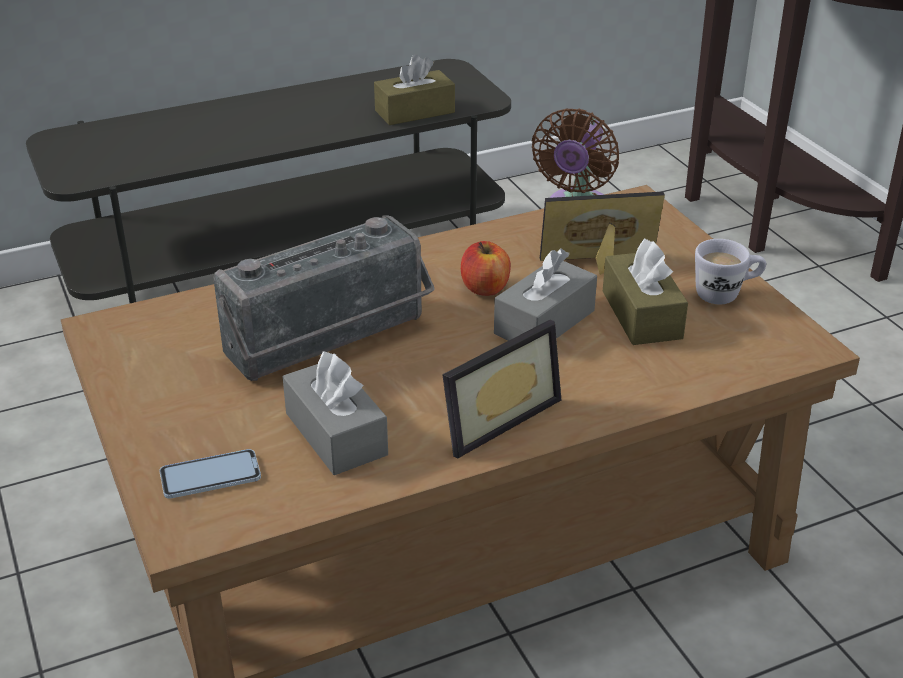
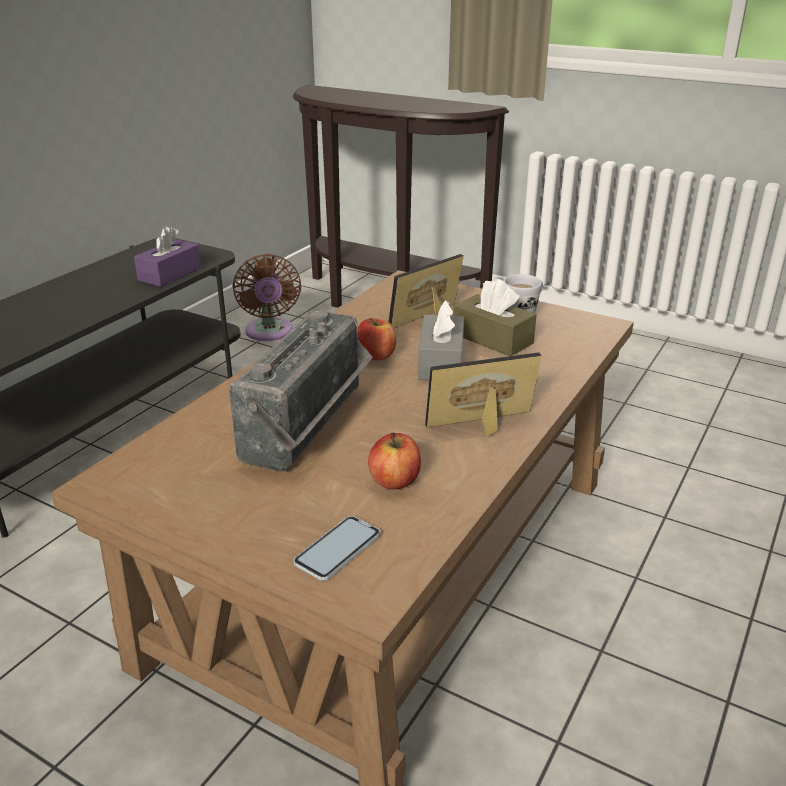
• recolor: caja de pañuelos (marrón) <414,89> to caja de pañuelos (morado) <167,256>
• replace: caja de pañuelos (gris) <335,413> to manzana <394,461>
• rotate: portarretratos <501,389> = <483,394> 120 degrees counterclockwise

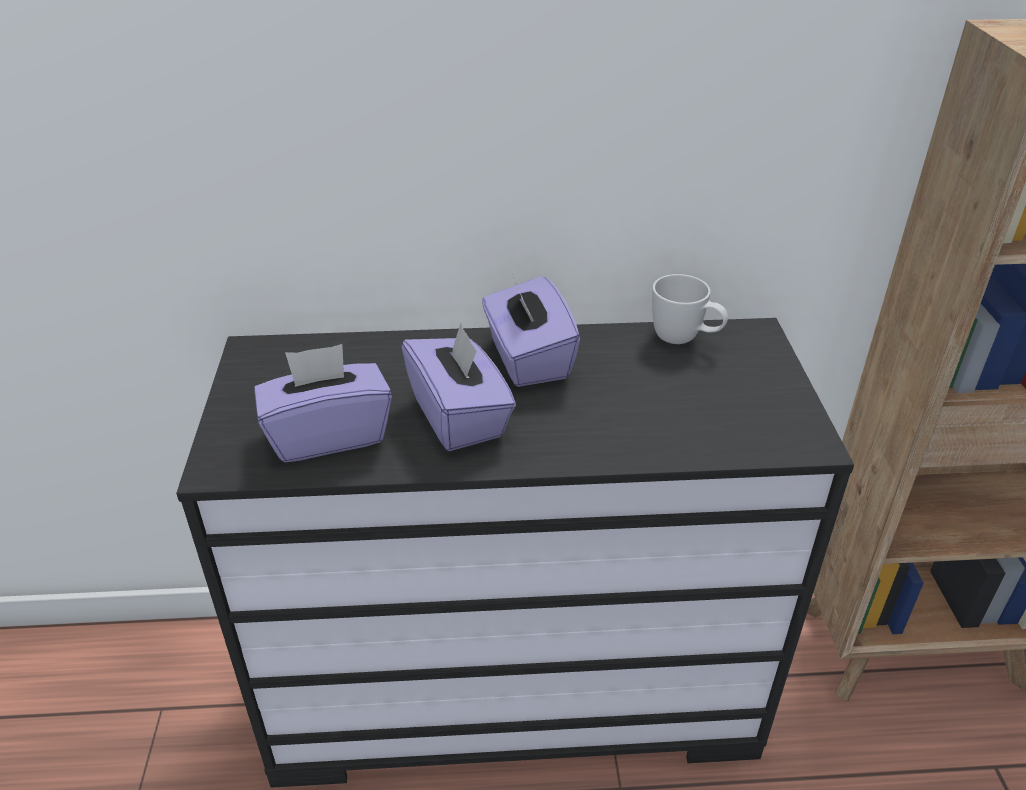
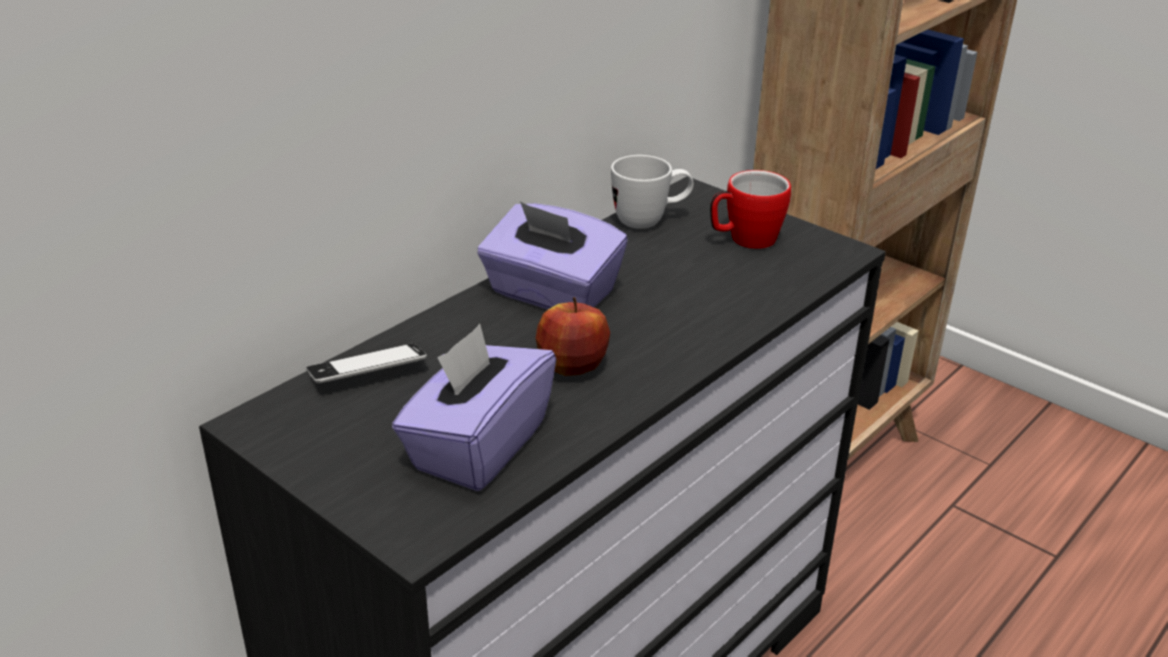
• insert: móvil <366,363>
• replace: caja de pañuelos (morado) <458,387> to manzana <573,336>
• insert: taza grande <750,209>

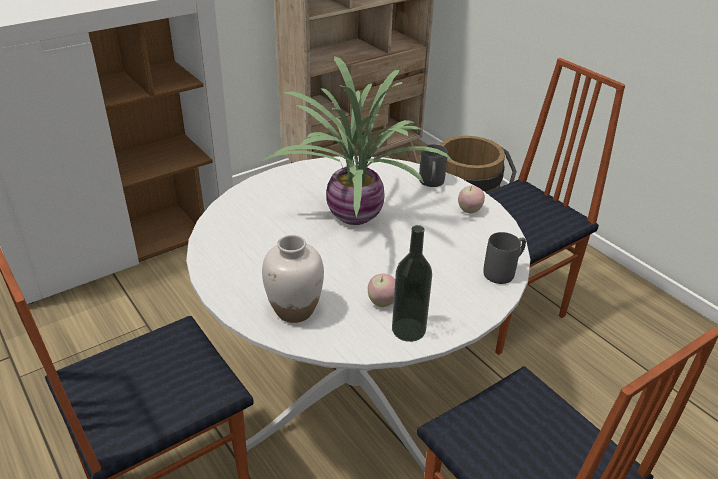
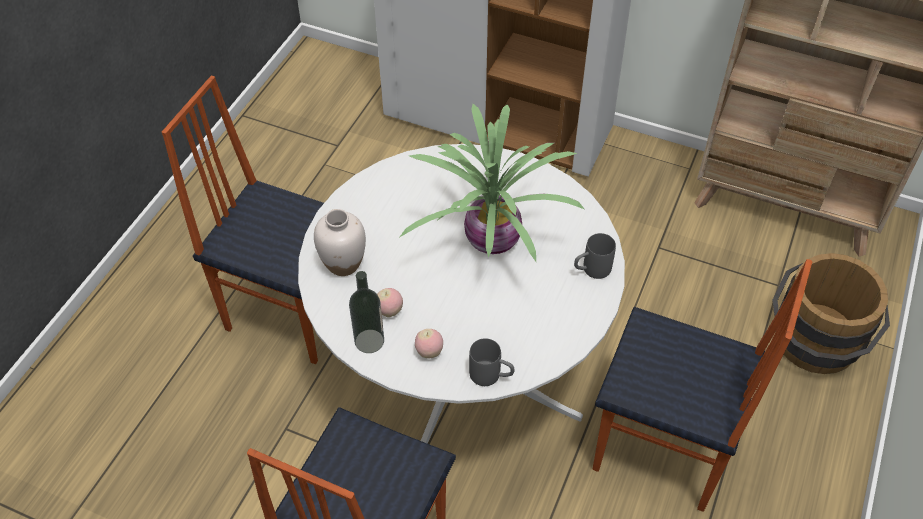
• move: manzana <471,199> to <429,343>

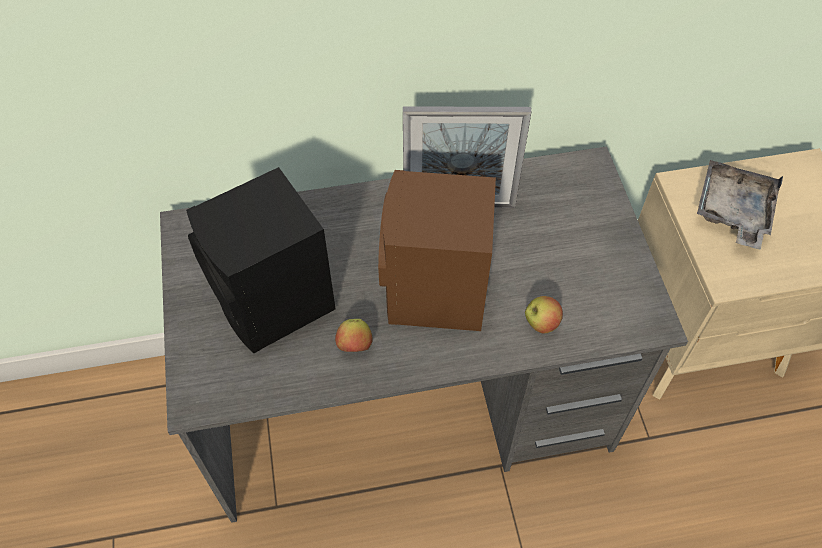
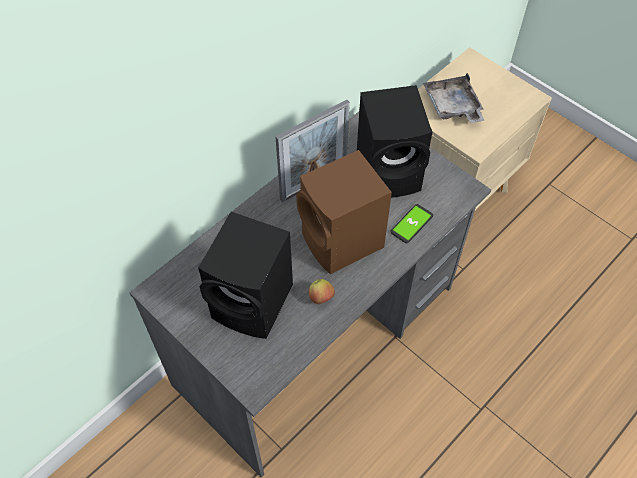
• insert: altavoz (negro) <394,141>
• replace: manzana <544,314> to móvil <411,223>

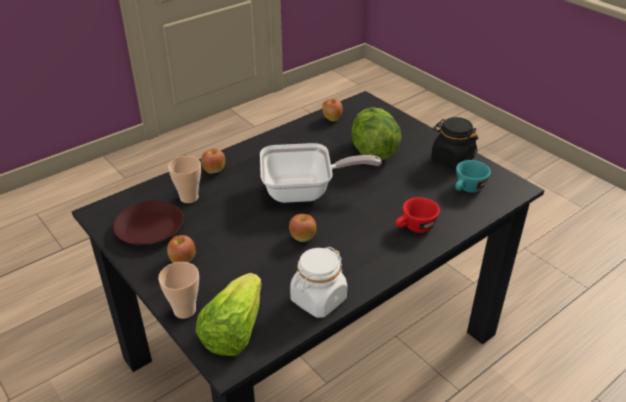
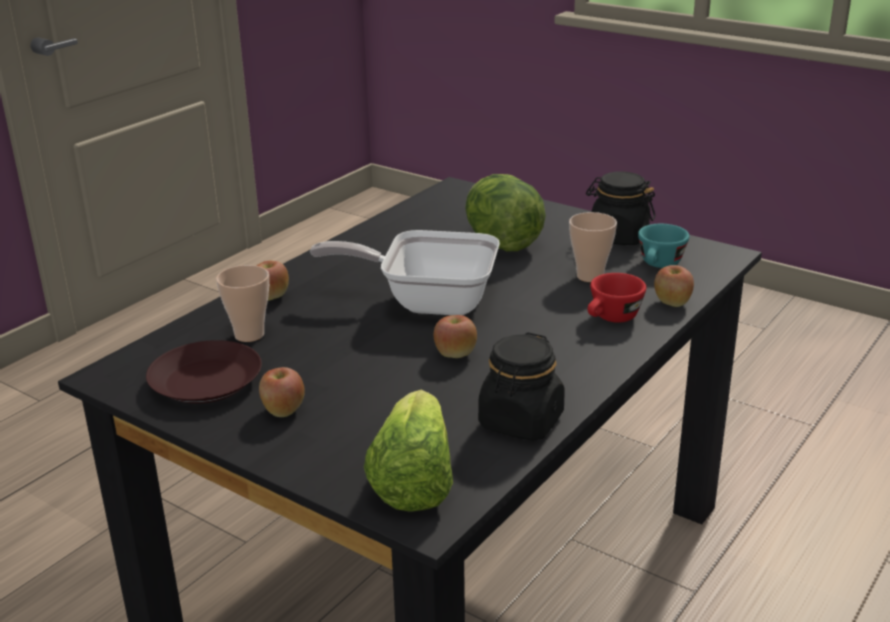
• rotate: sartén <321,173> = <405,272> 150 degrees counterclockwise
• recolor: tarro (blanco) <318,282> to tarro (negro) <521,386>
• move: taza <178,290> to <593,247>
• move: manzana <332,109> to <674,286>

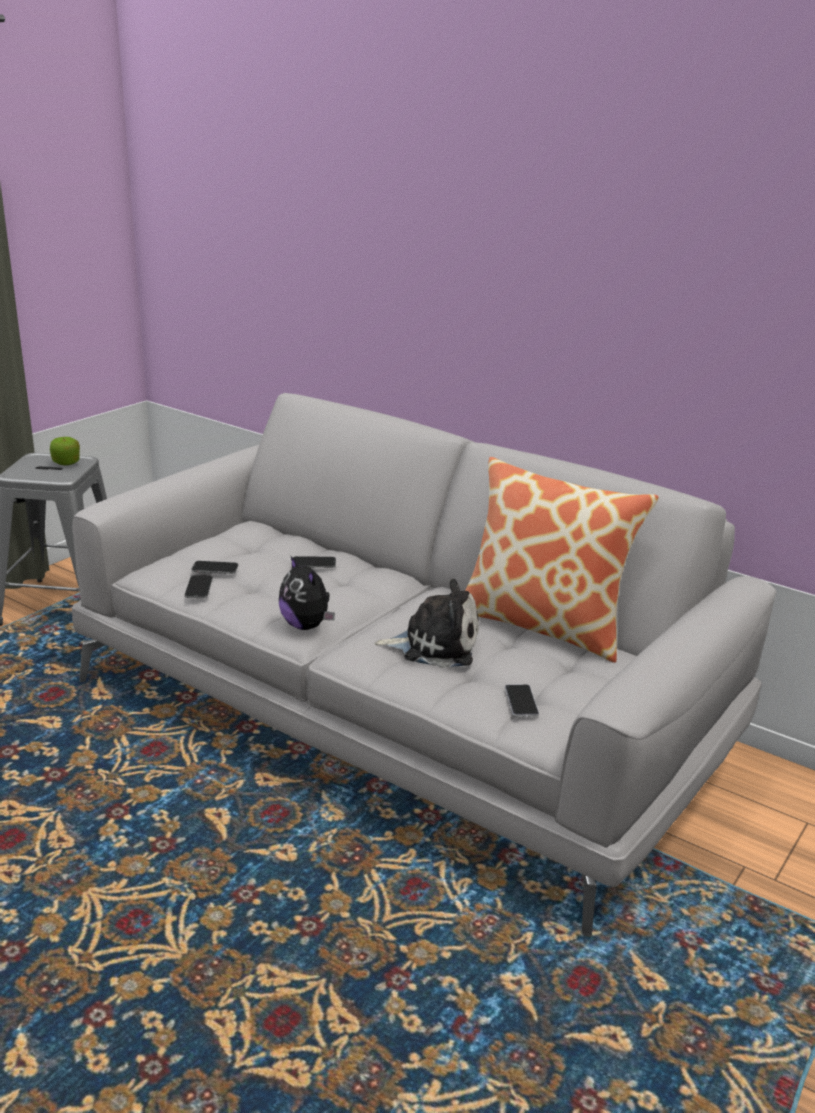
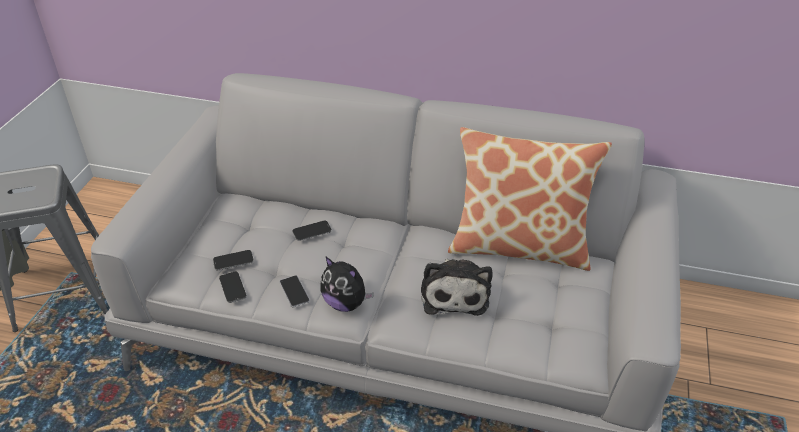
• move: móvil <522,701> to <294,291>
• rotate: peluche <427,623> = <457,287> 105 degrees clockwise
• delete: manzana <65,451>

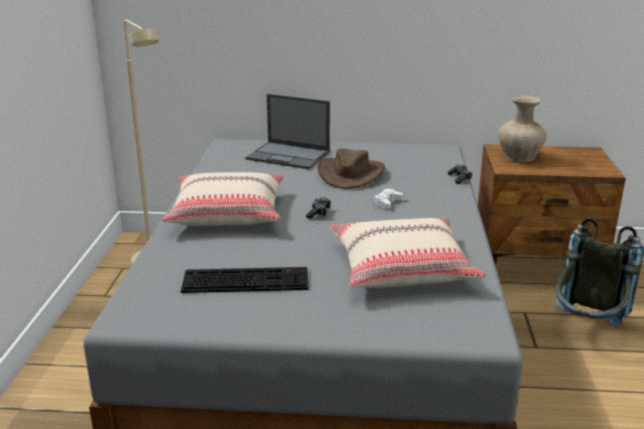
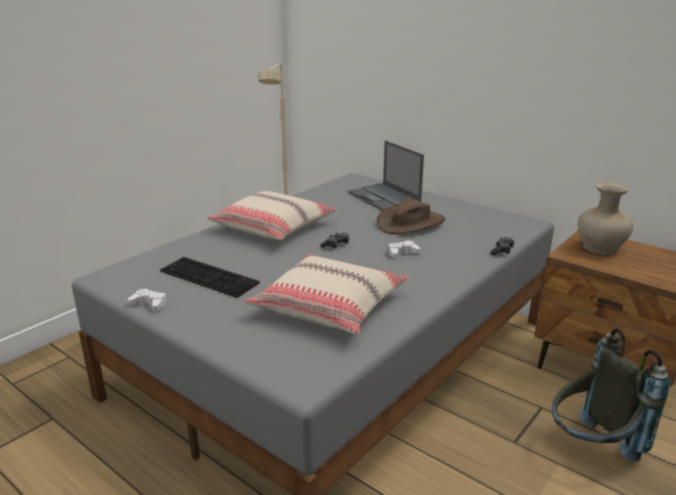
• insert: mando de consola (blanco) <147,300>

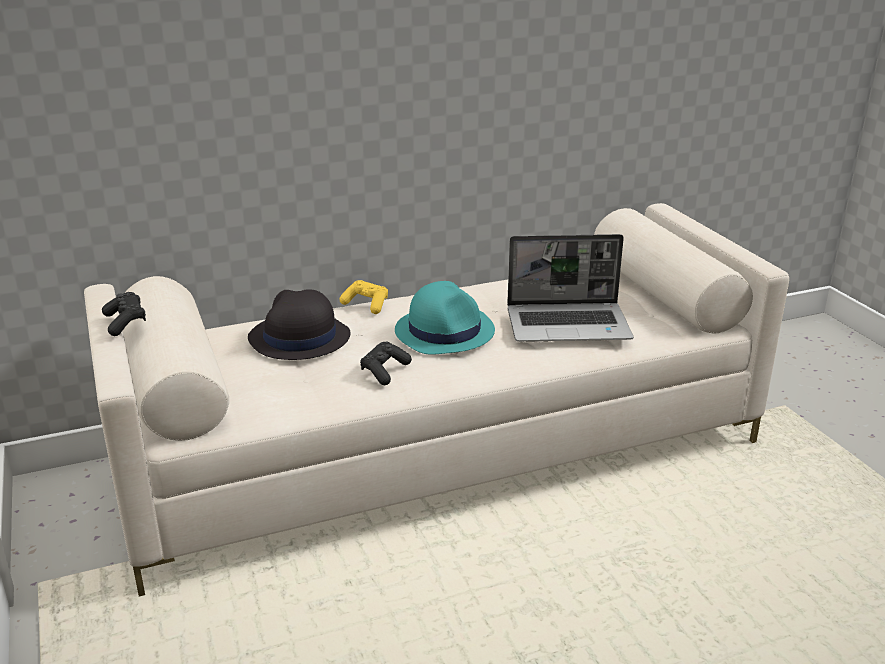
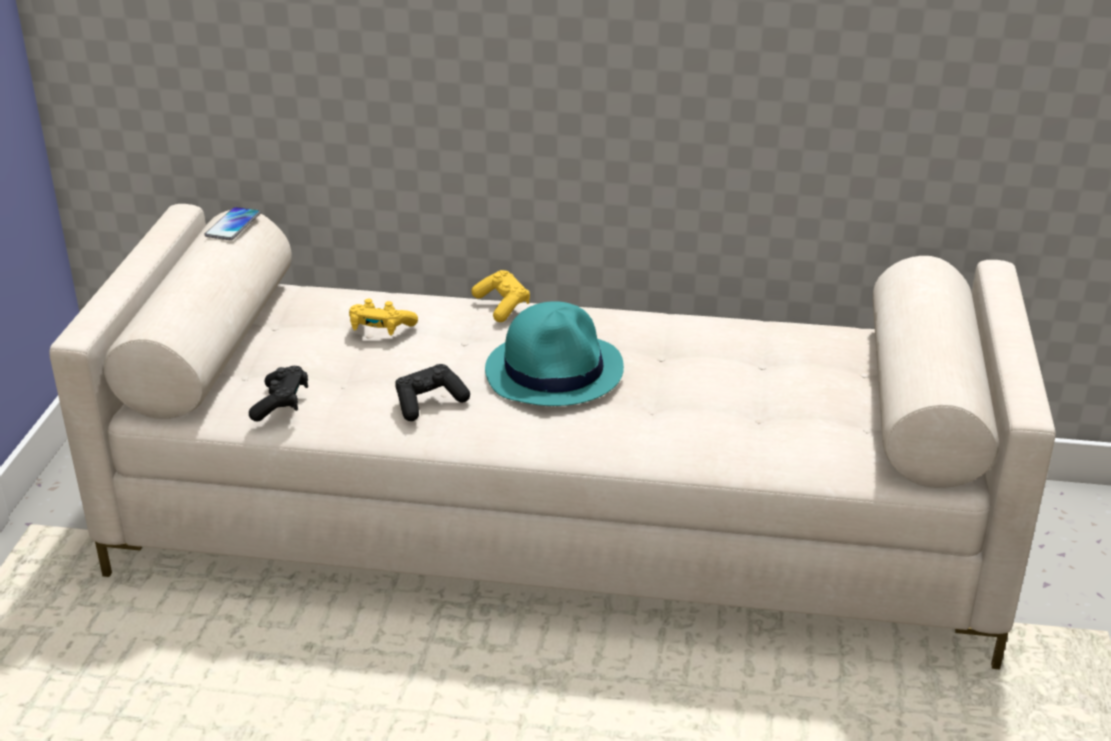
• insert: móvil <233,223>
• move: mando de consola (negro) <124,314> to <278,393>
• replace: sombrero (negro) <299,324> to mando de consola (amarillo) <383,317>
• delete: portátil <570,288>

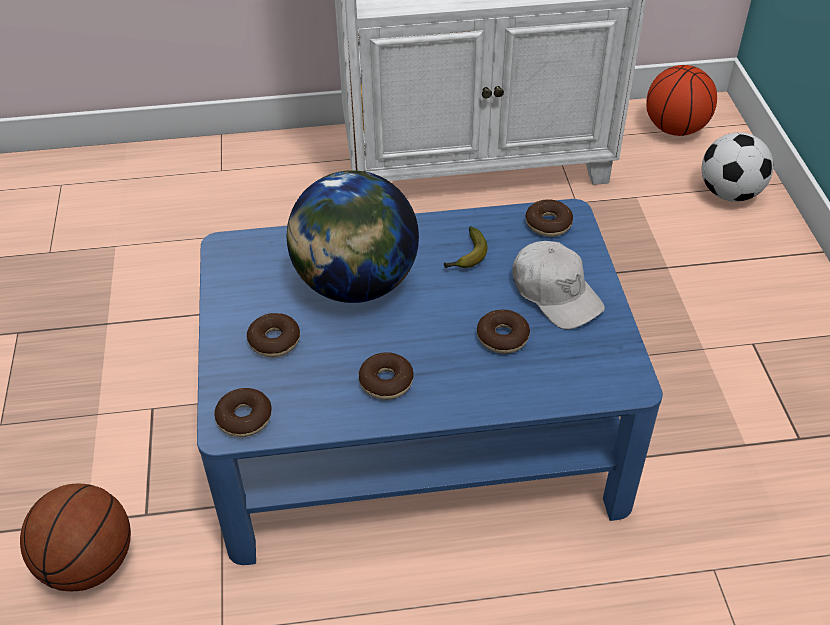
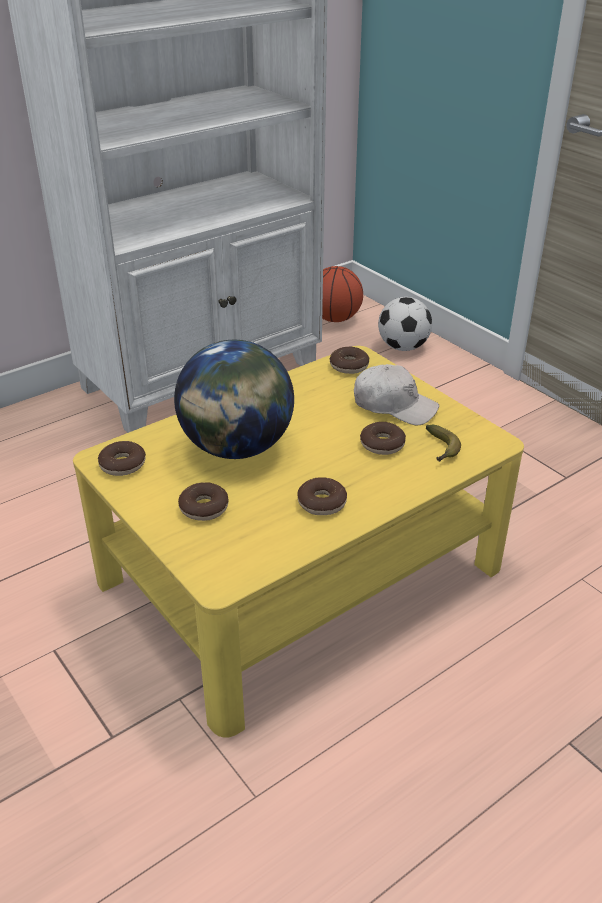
• recolor: mesa de centro (azul) <430,382> to mesa de centro (amarillo) <298,542>
• move: rosquilla <243,412> to <122,458>
• move: plátano <466,247> to <443,443>
• delete: balón de baloncesto <75,537>

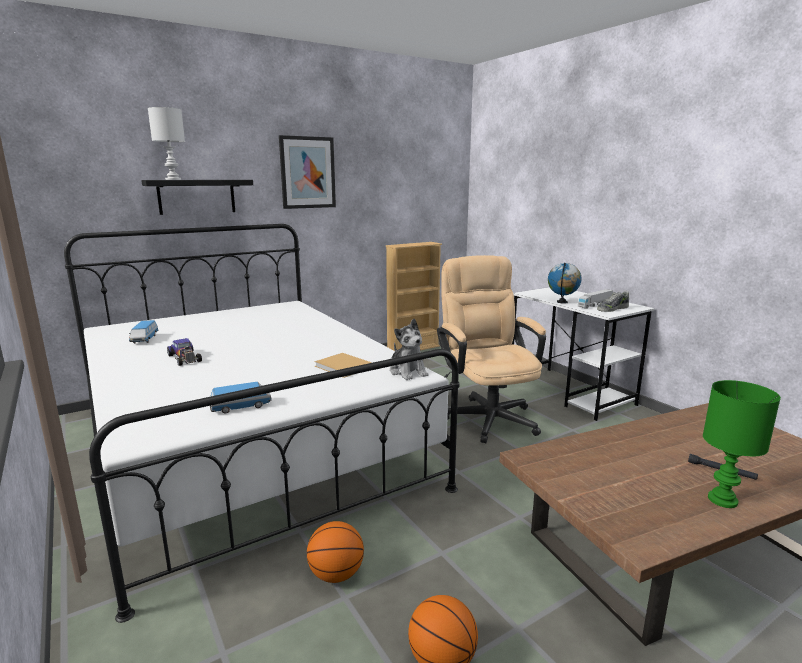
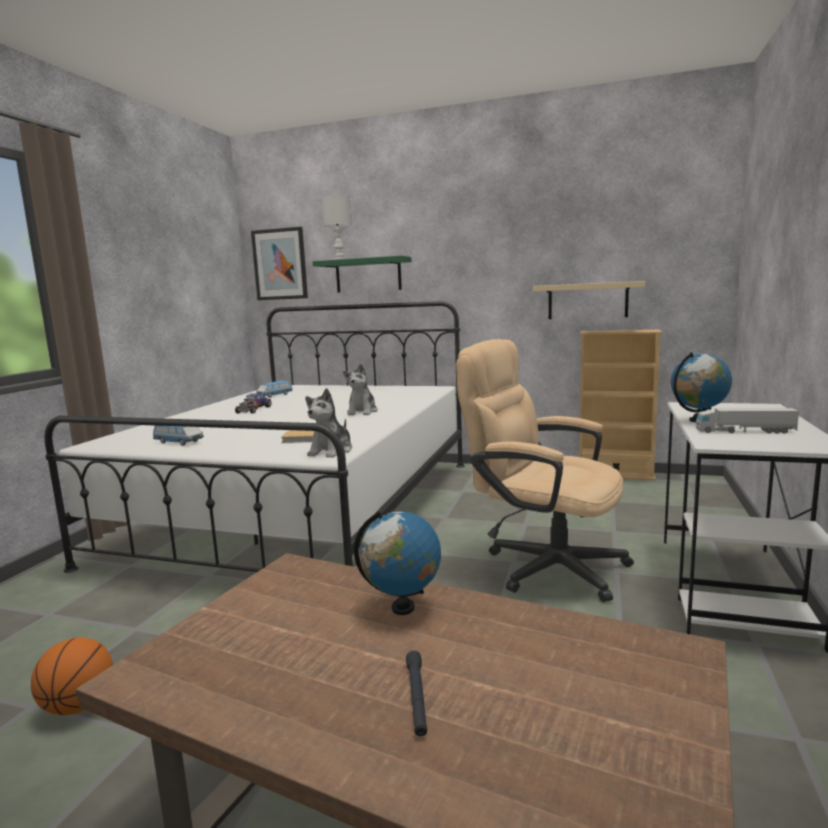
• move: cuadro <307,172> to <279,263>
• recolor: estante (negro) <197,197> to estante (verde) <361,274>
• insert: peluche <360,390>
• insert: globo terráqueo <397,563>
• rotate: silla de oficina (beis) <491,349> = <545,470> 90 degrees counterclockwise
• insert: estante (beis) <589,300>
• delete: balón de baloncesto <335,552>
• delete: zapato <613,301>
• delete: lámpara de mesa (verde) <742,444>

